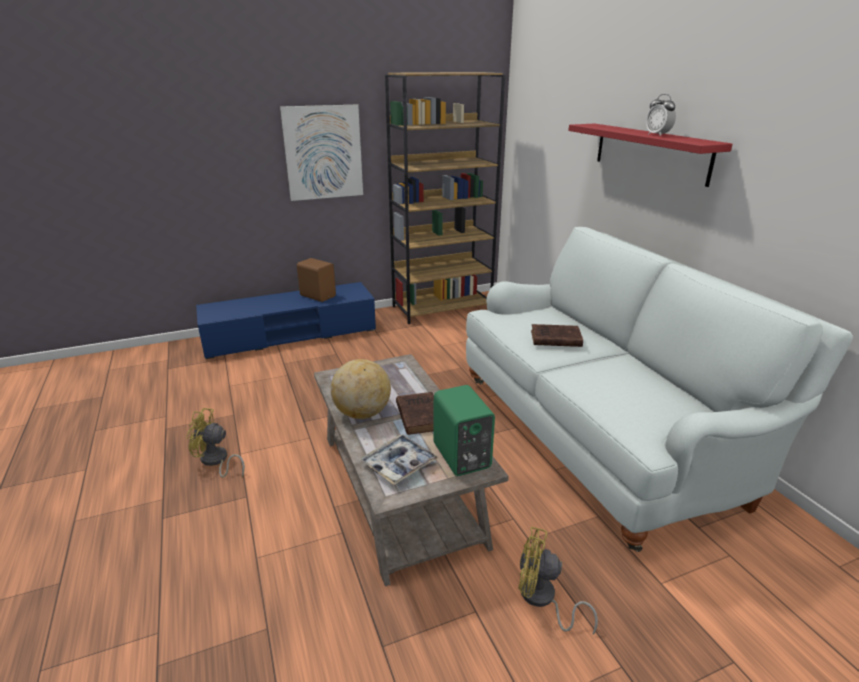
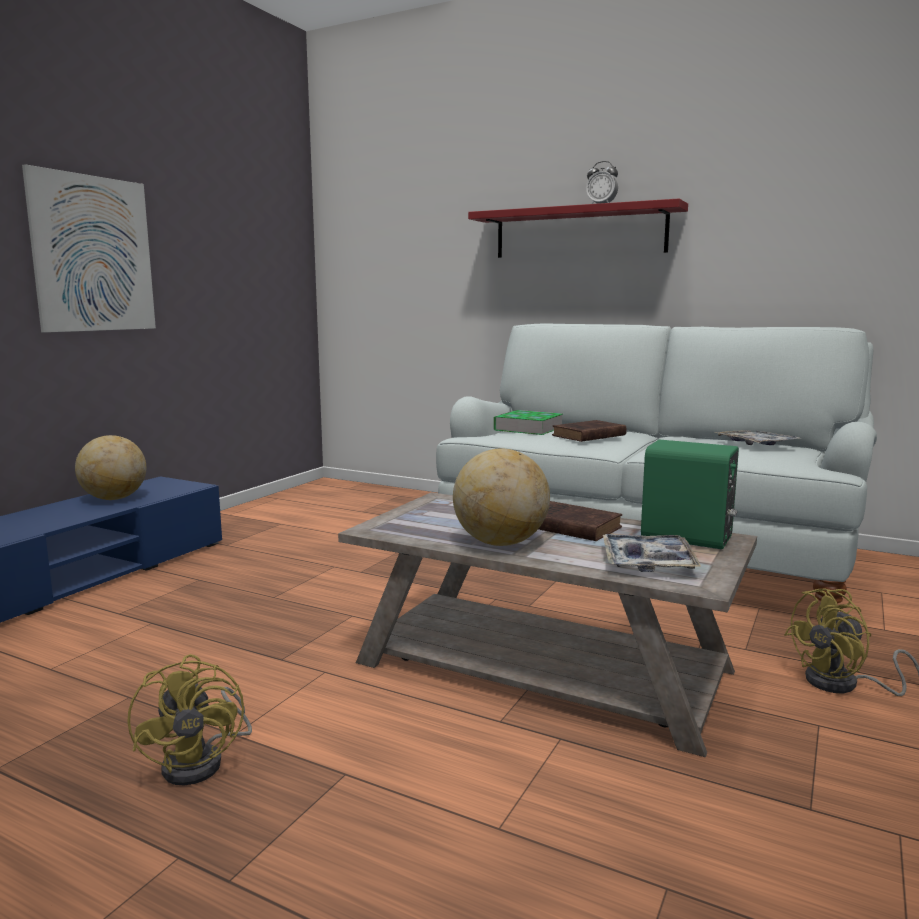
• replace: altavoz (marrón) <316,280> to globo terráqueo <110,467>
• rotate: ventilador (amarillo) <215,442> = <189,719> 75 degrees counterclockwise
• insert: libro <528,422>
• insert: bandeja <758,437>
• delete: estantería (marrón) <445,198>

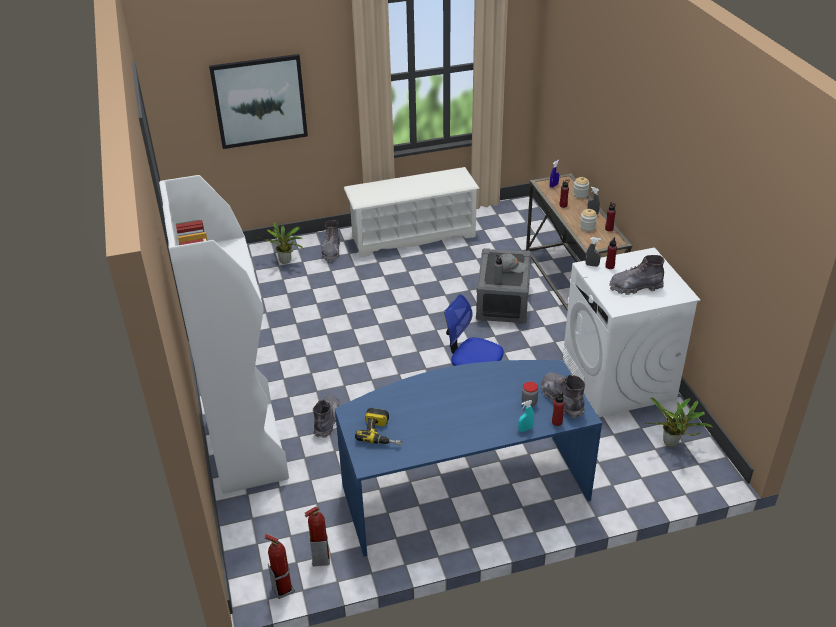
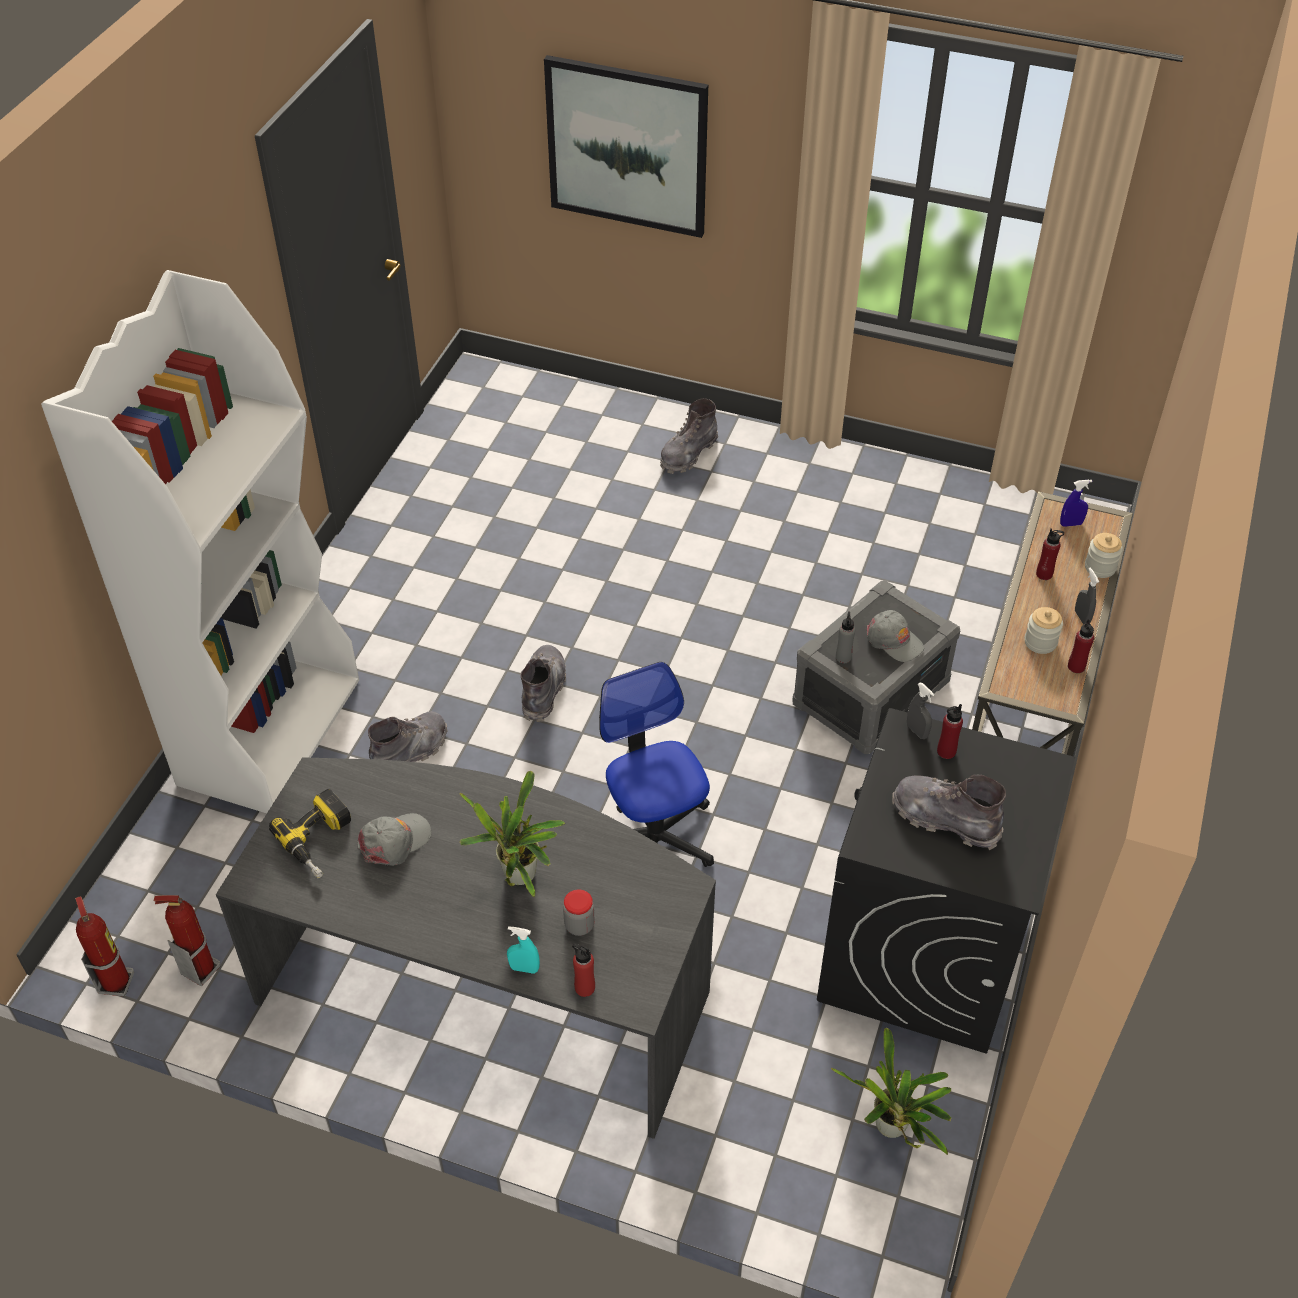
• recolor: escritorio (azul) <468,458> to escritorio (gris) <466,948>
• insert: gorra (gris) <394,839>
• move: planta en maceta <280,243> to <512,834>
• move: bota (gris) <563,395> to <543,683>
• recolor: lavadora (blanco) <631,332> to lavadora (negro) <946,881>
• delete: zapatero (blanco) <412,212>

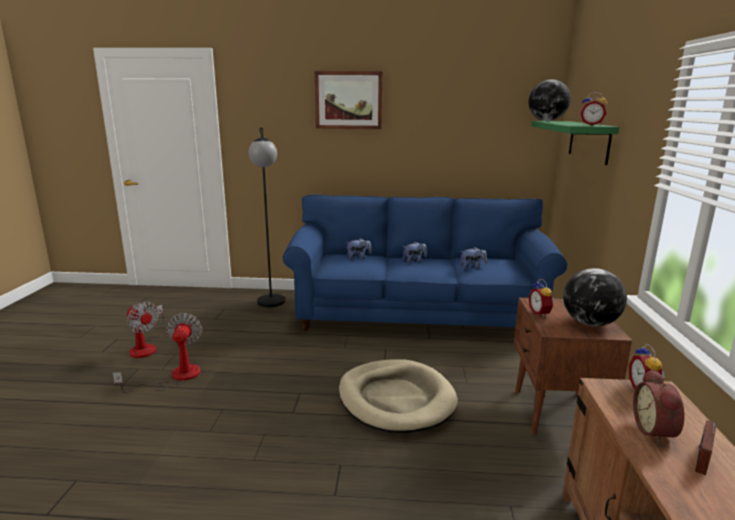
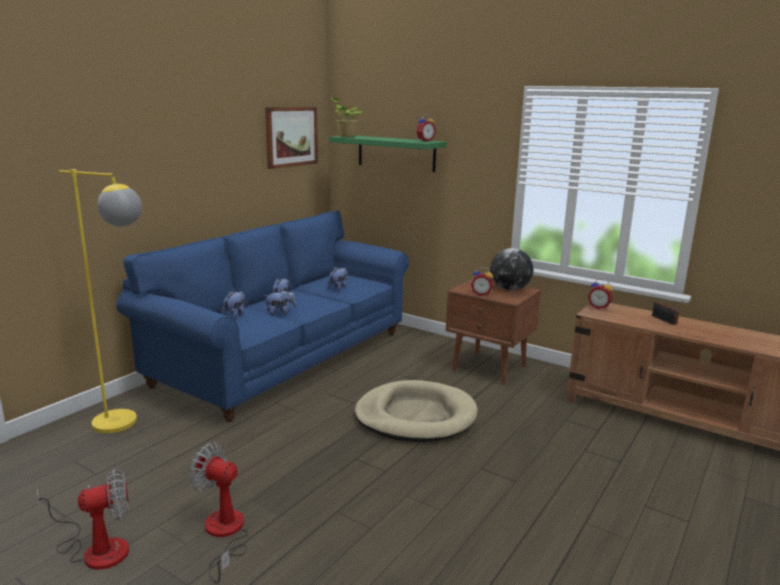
• recolor: lámpara de pie (negro) <267,217> to lámpara de pie (amarillo) <100,301>
• insert: peluche <280,302>
• move: cuadro <349,100> to <291,138>
• replace: globo terráqueo <550,100> to planta en maceta <347,117>
• delete: despertador <658,407>

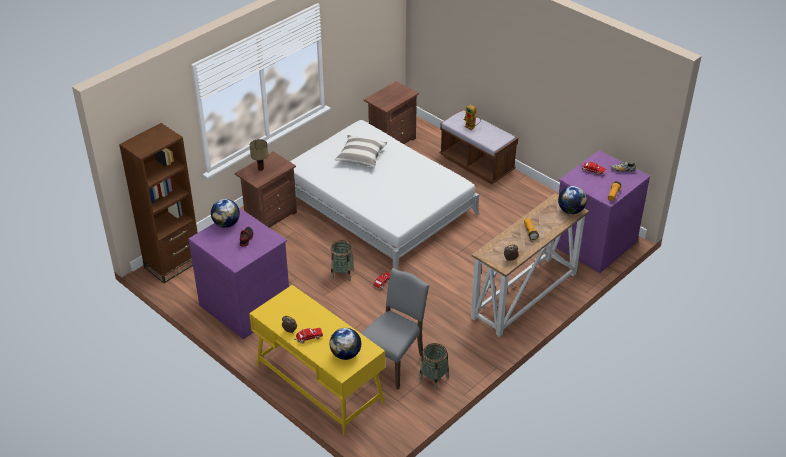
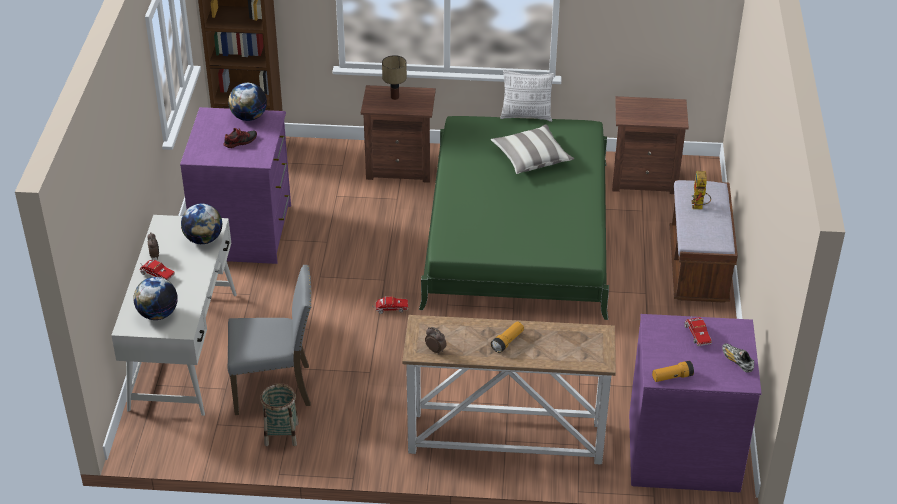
• recolor: escritorio (amarillo) <317,360> to escritorio (blanco) <174,315>
• move: globo terráqueo <572,200> to <202,224>
• recolor: cama (blanco) <385,195> to cama (verde) <514,218>
• insert: cojín <527,95>
• delete: cesta <342,260>

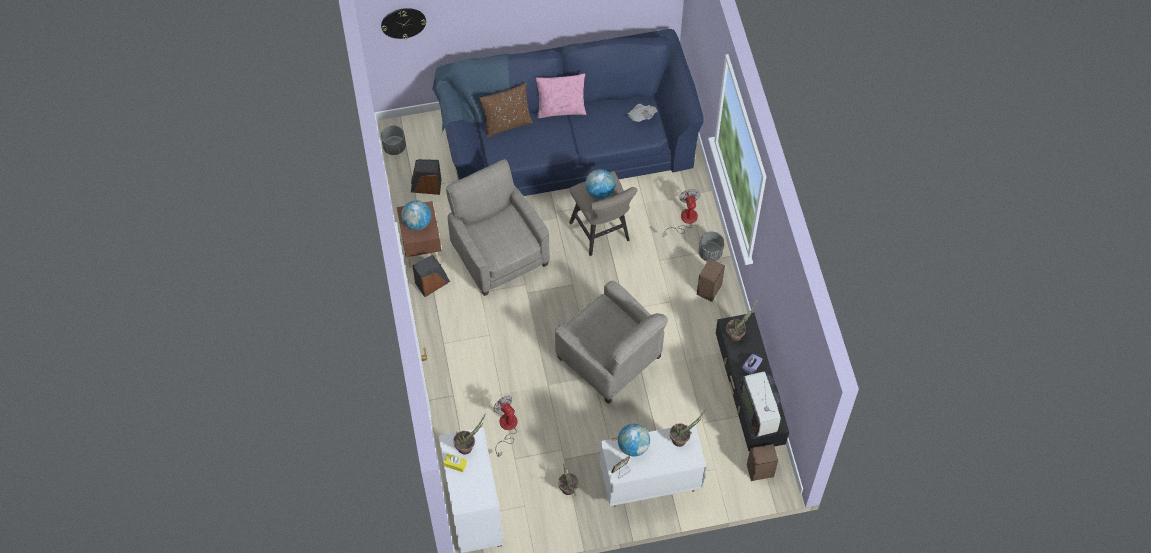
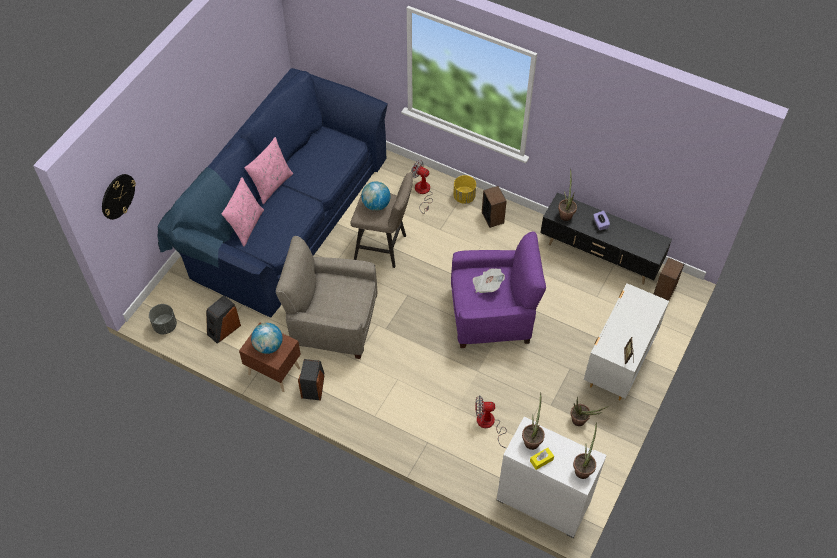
• recolor: cojín (marrón) <506,110> to cojín (rosa) <242,211>
• recolor: sillón (beis) <611,342> to sillón (morado) <498,290>
• recolor: maceta (gris) <711,246> to maceta (amarillo) <464,189>
• move: periódico <642,113> to <489,280>
• move: planta en maceta <688,428> to <585,450>
• delete: globo terráqueo <634,440>
• delete: televisor <760,404>

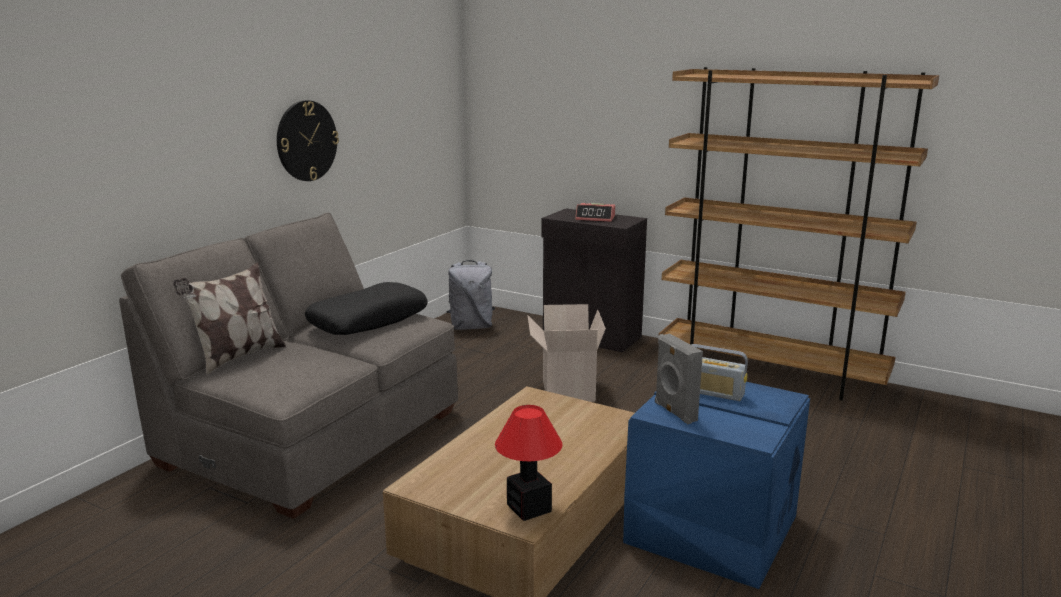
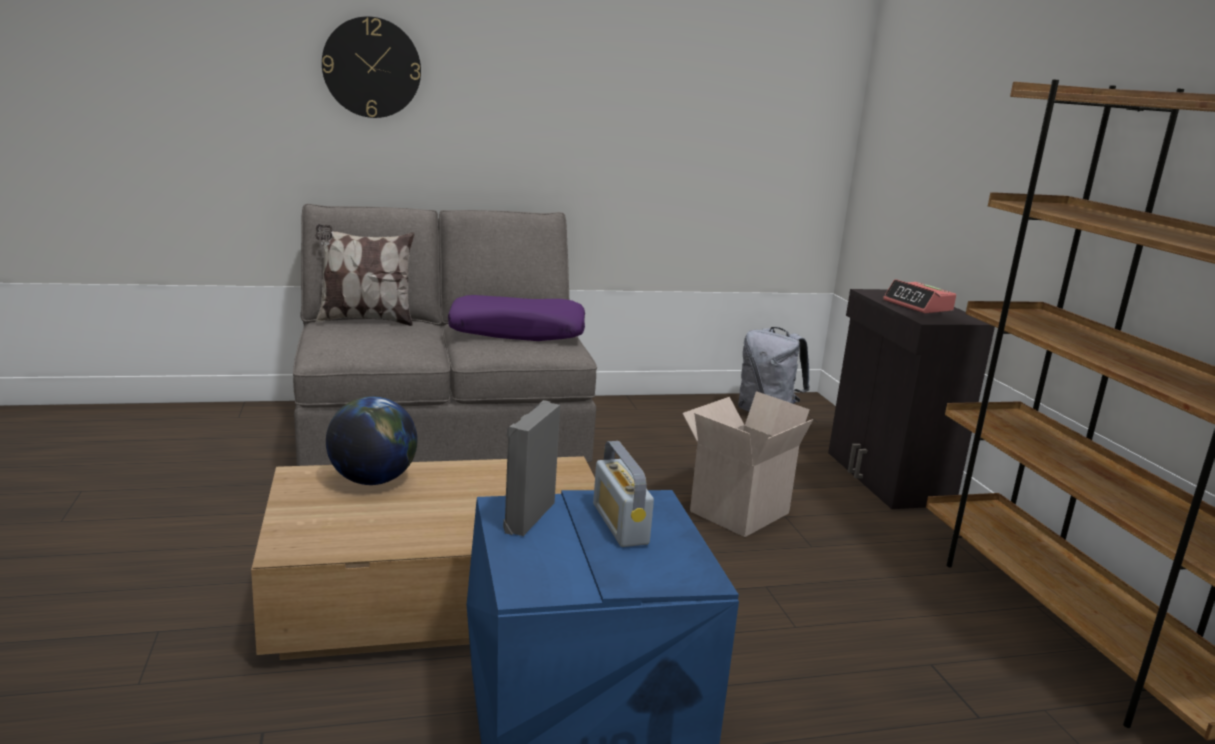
• move: reloj de pared <308,140> to <371,67>
• insert: globo terráqueo <372,440>
• recolor: cojín (negro) <366,308> to cojín (morado) <516,318>
• delete: lámpara de mesa <528,463>

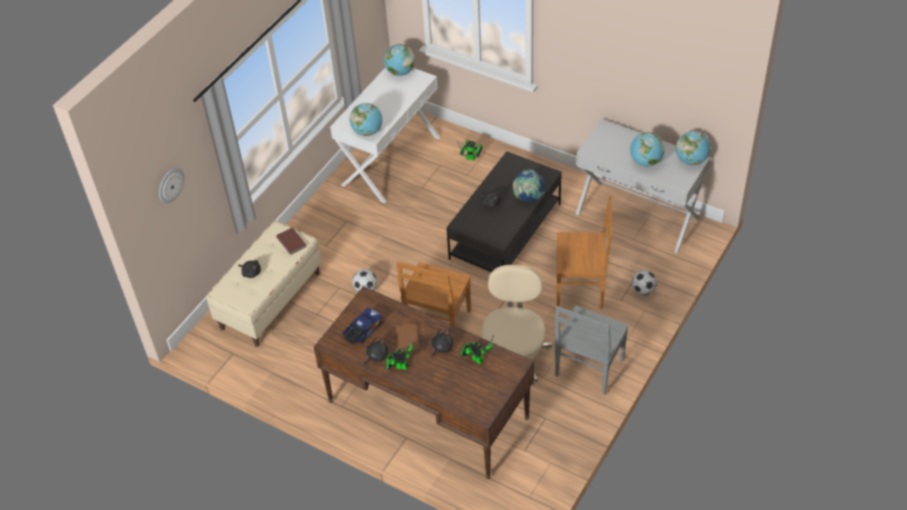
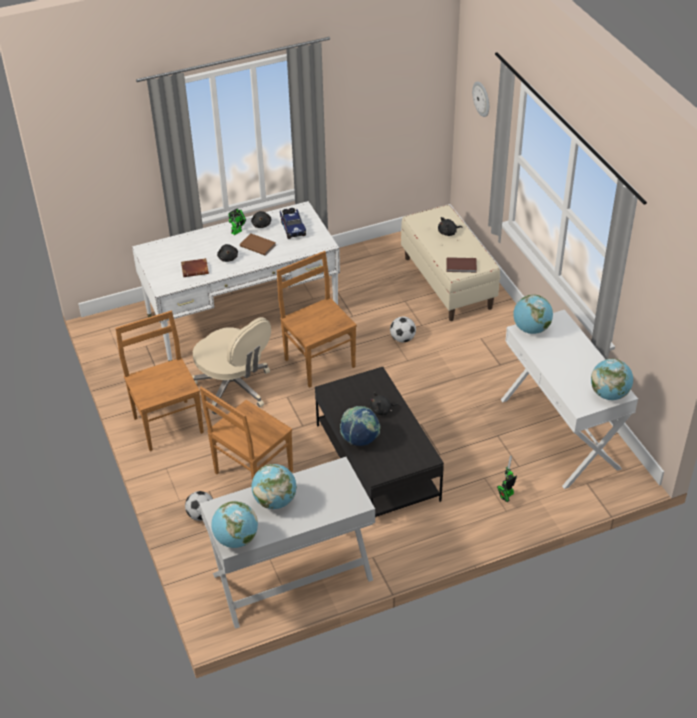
• recolor: silla (gris) <592,350> to silla (marrón) <159,381>
• recolor: escritorio (marrón) <424,382> to escritorio (blanco) <236,281>
• replace: robot de juguete <477,349> to libro (marrón) <195,267>

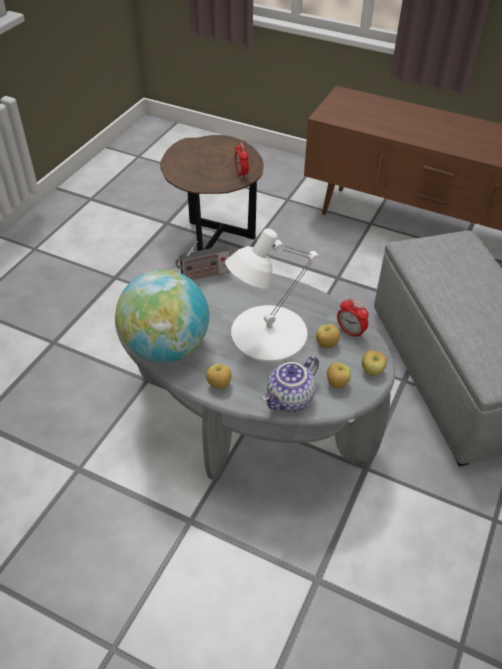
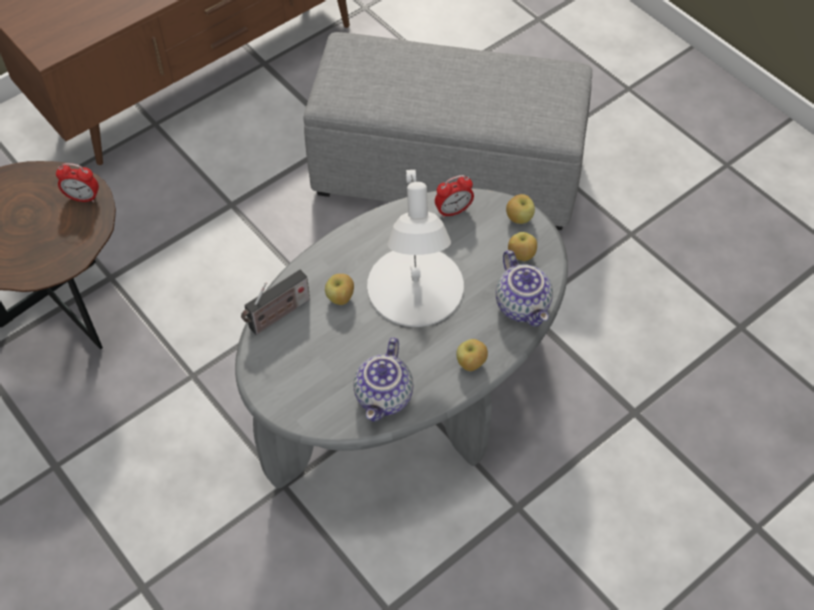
• rotate: radio <202,260> = <275,302> 45 degrees clockwise
• move: manzana <328,336> to <339,289>
• replace: globo terráqueo <162,316> to tetera <383,380>

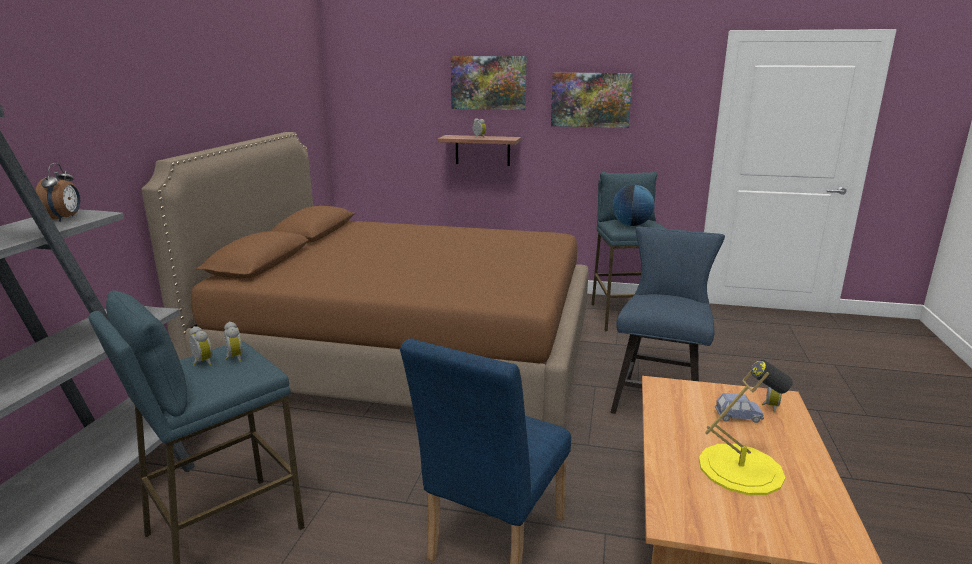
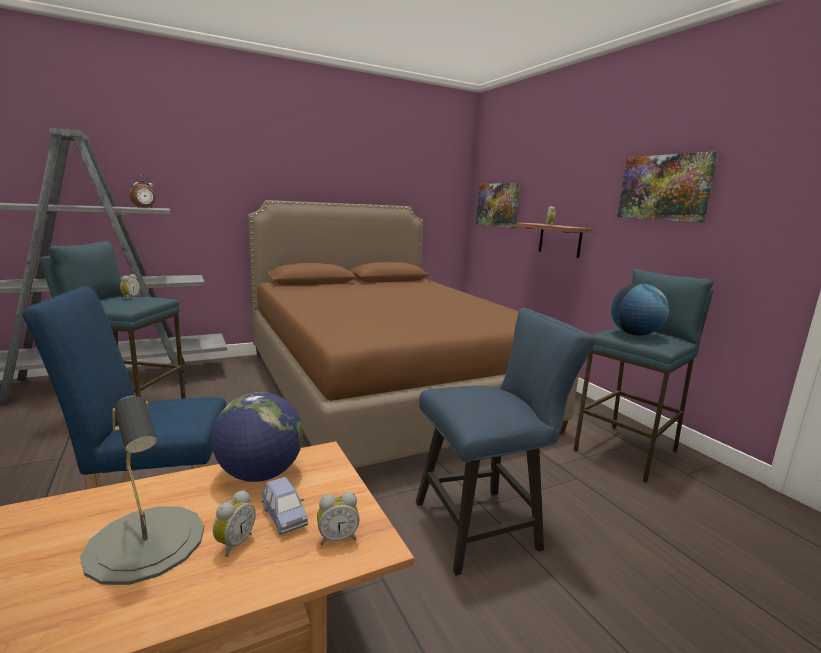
• recolor: lámpara de mesa (amarillo) <746,427> to lámpara de mesa (gris) <142,490>
• insert: globo terráqueo <257,437>
• move: despertador <233,341> to <234,523>
• move: cuadro <489,83> to <498,205>

